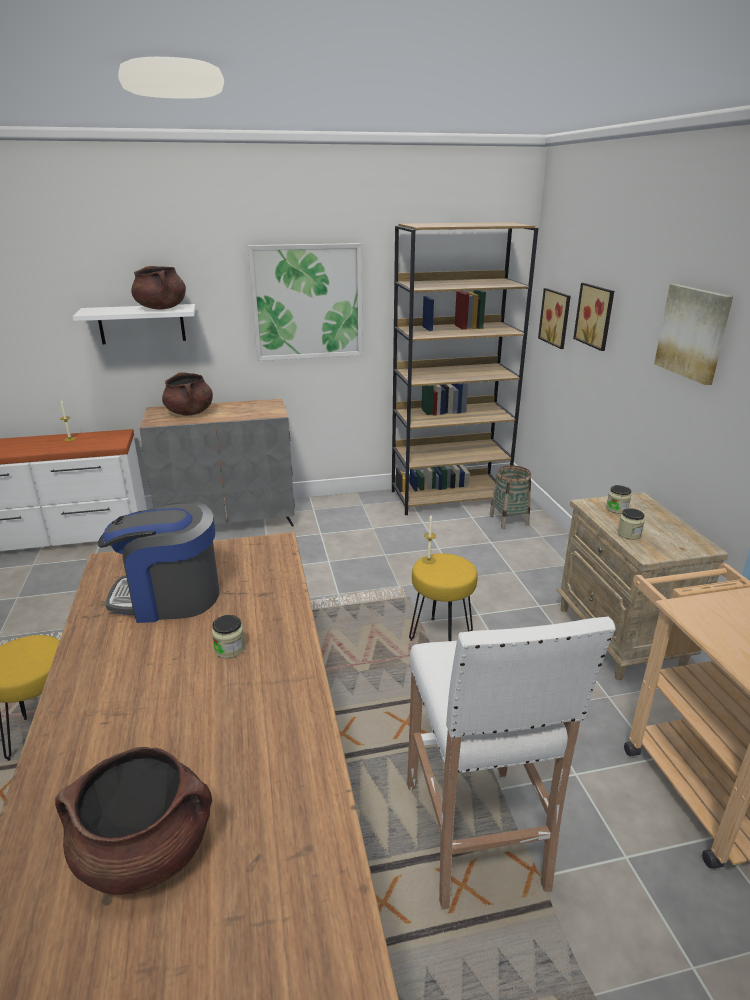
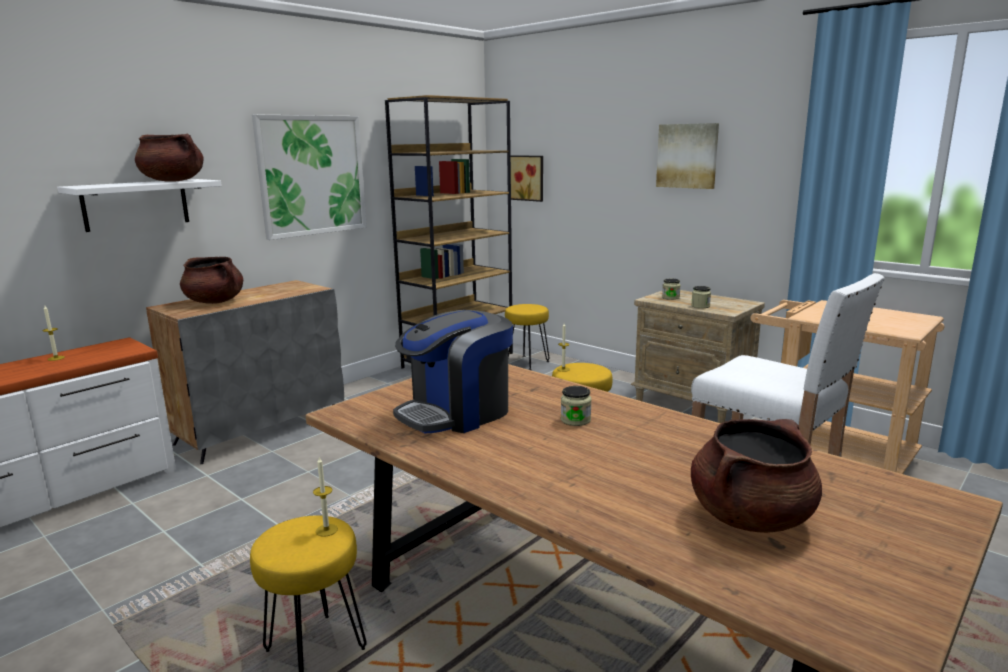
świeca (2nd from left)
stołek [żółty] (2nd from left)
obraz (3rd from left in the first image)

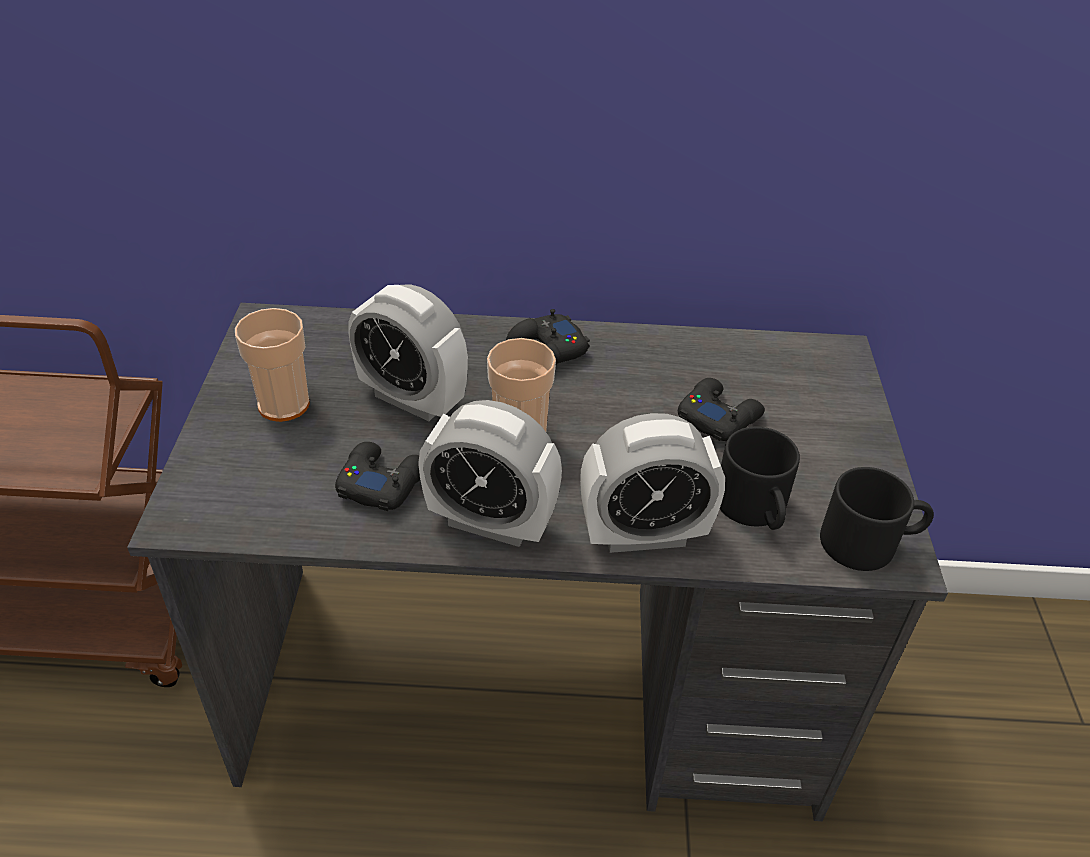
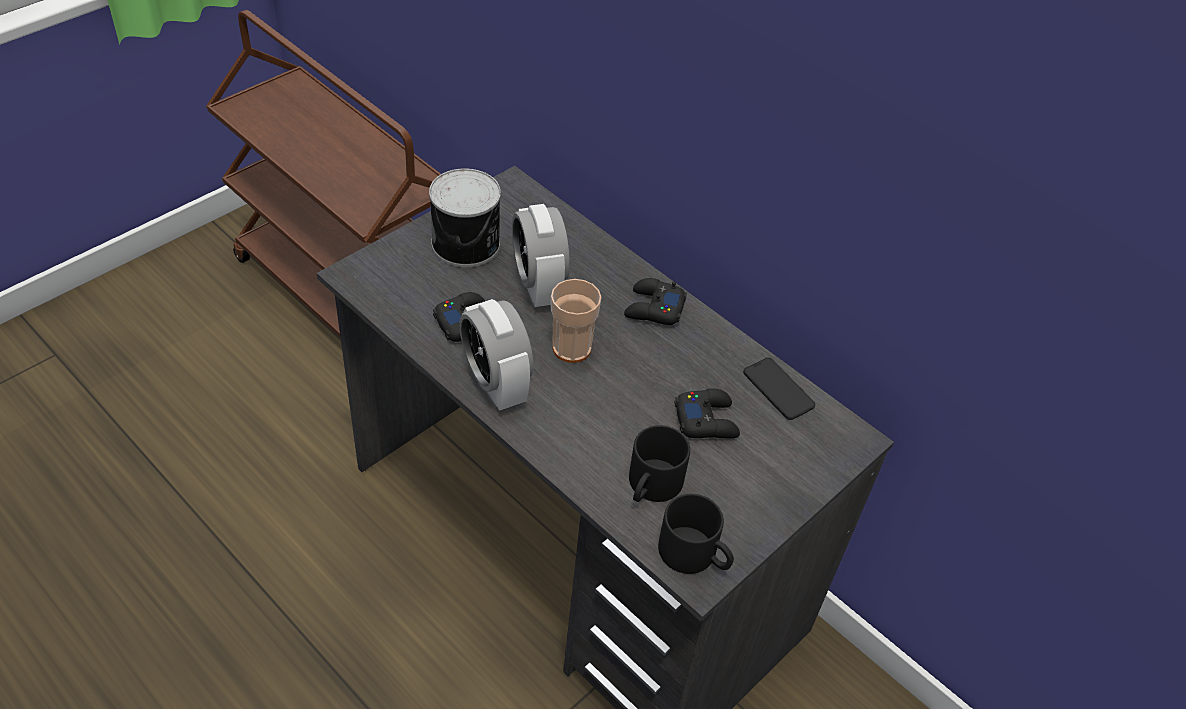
puszka
telefon
budzik (3rd from left in the first image)

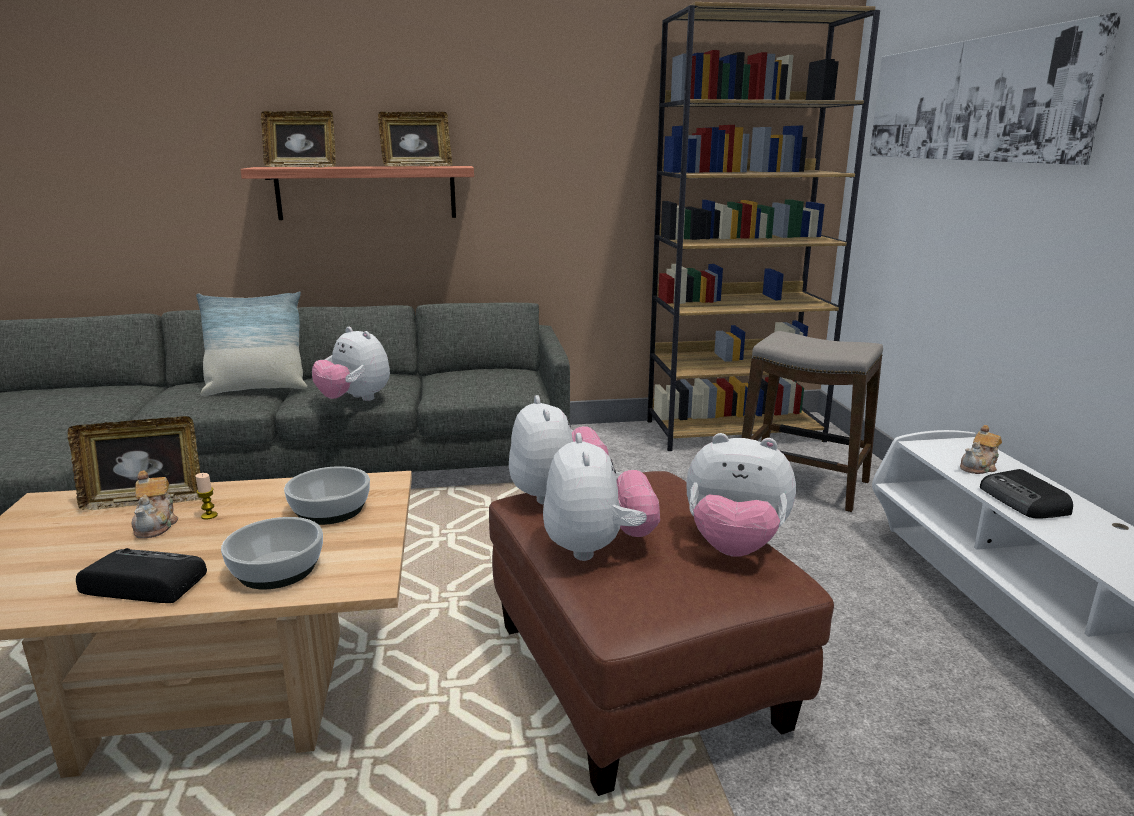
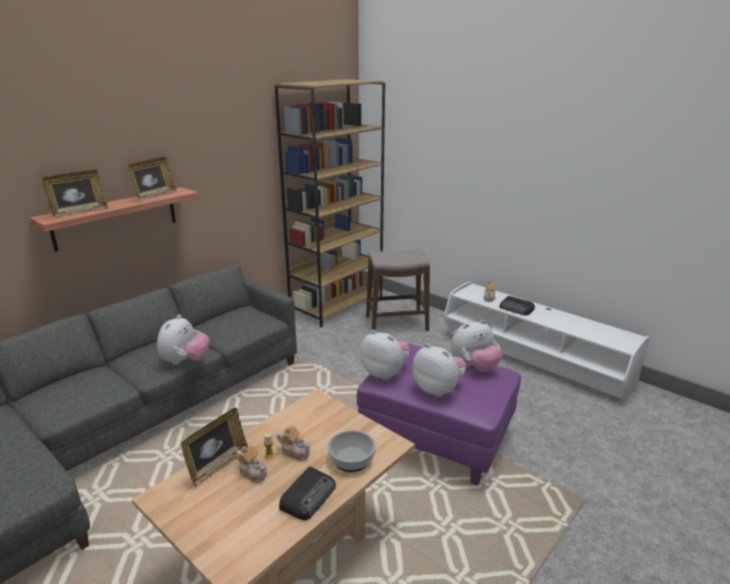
pluszak (1st from left)
imbryk (2nd from left)
radio (1st from left)
pufa [fioletowy]
poduszka
miska (2nd from left in the first image)
obraz

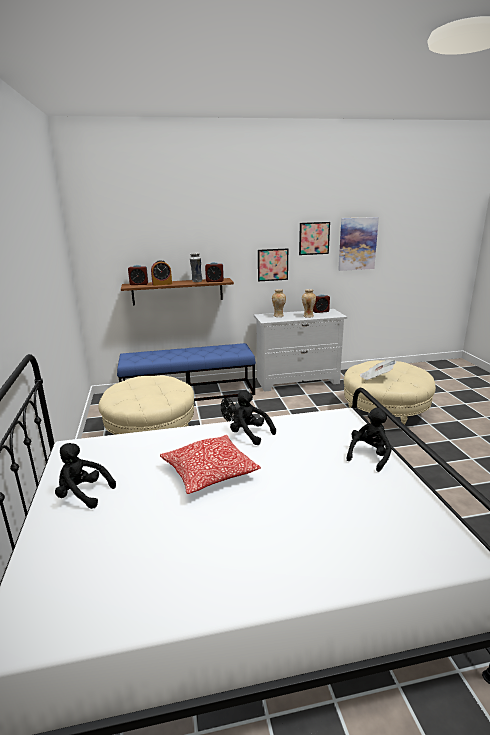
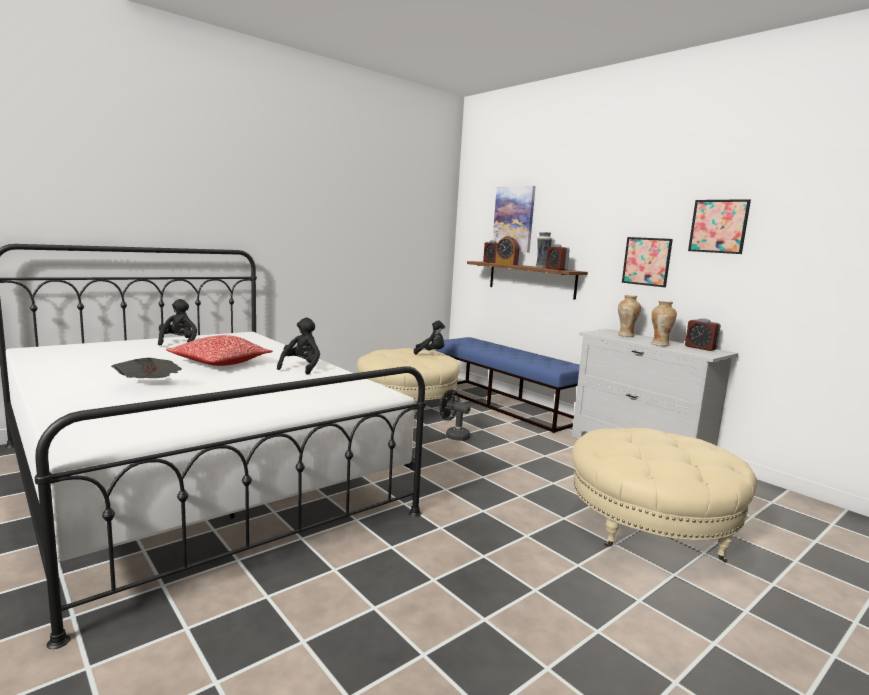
gazeta
pluszak [czarny] (3rd from left)
obraz (1st from left)

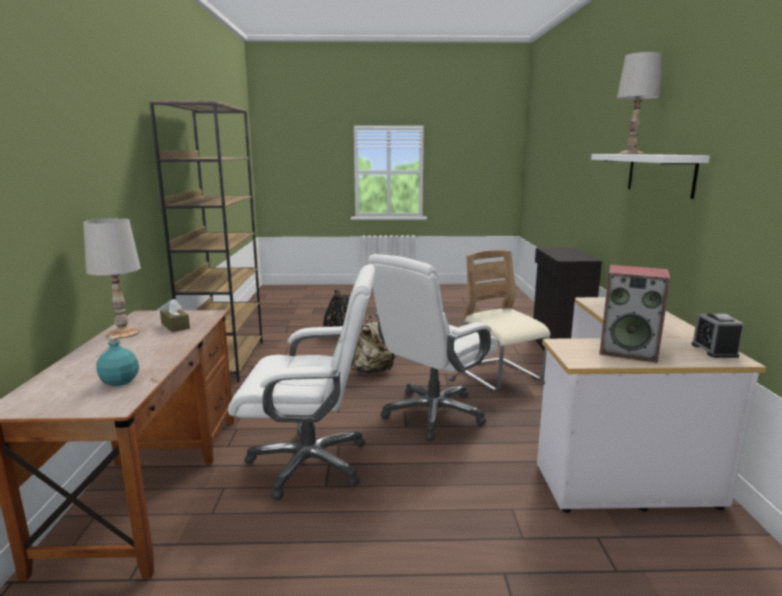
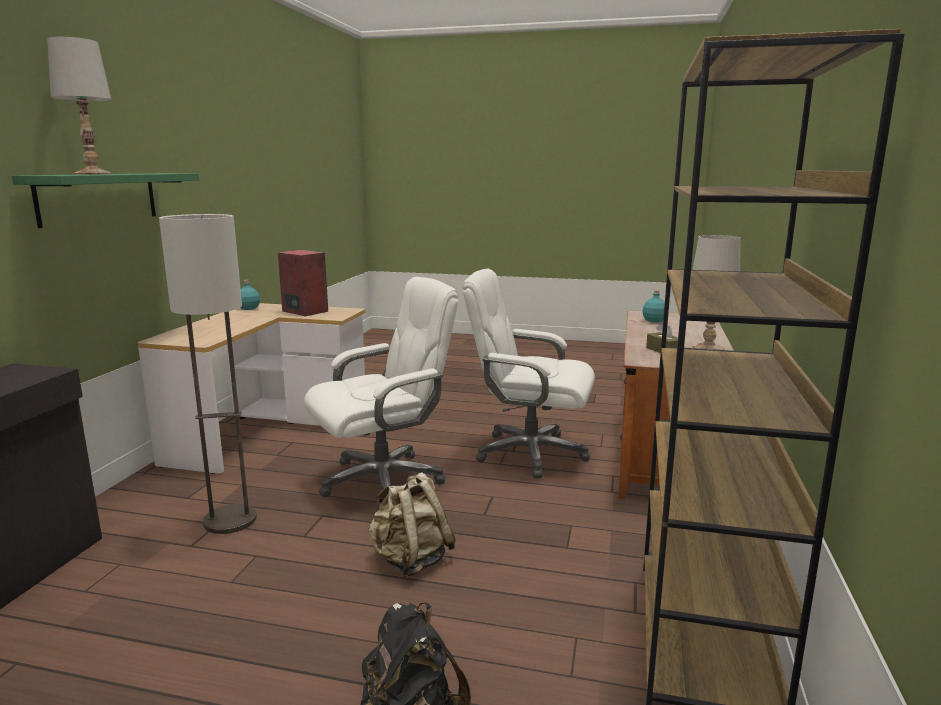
półka [zielony]
lampa stojąca
butelka [turkusowy] (1st from left)

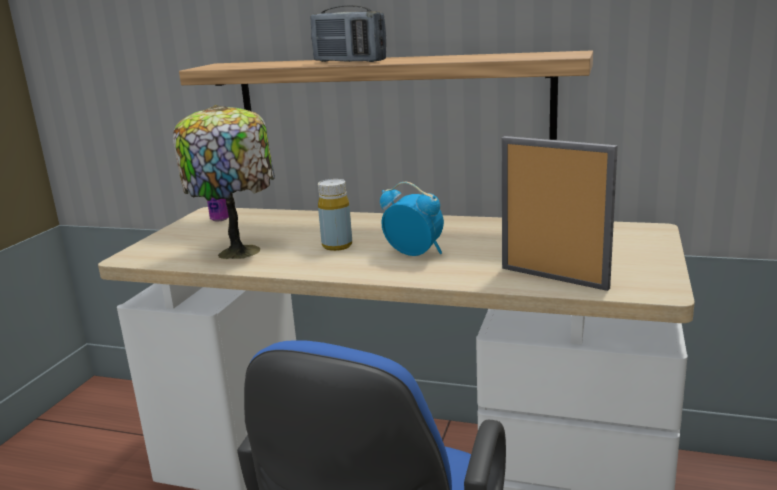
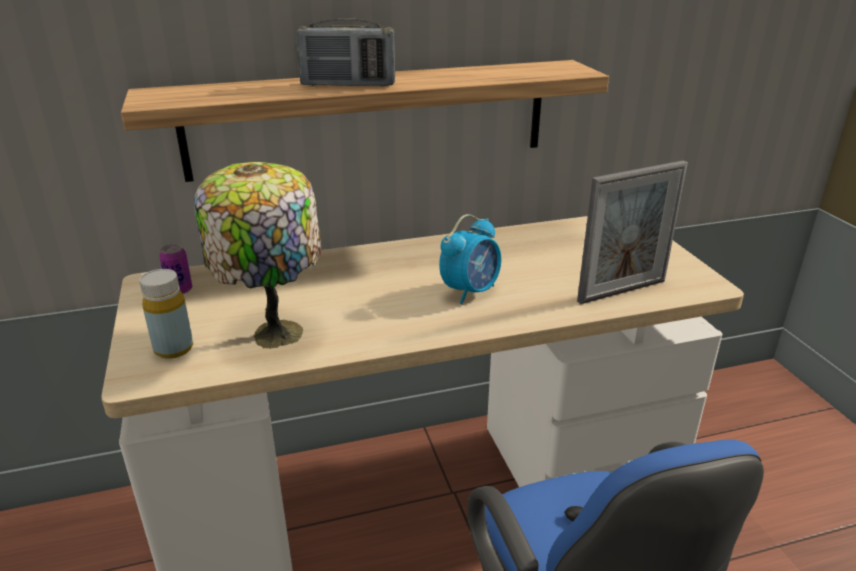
butelka [żółty]
budzik
ramka na zdjęcie

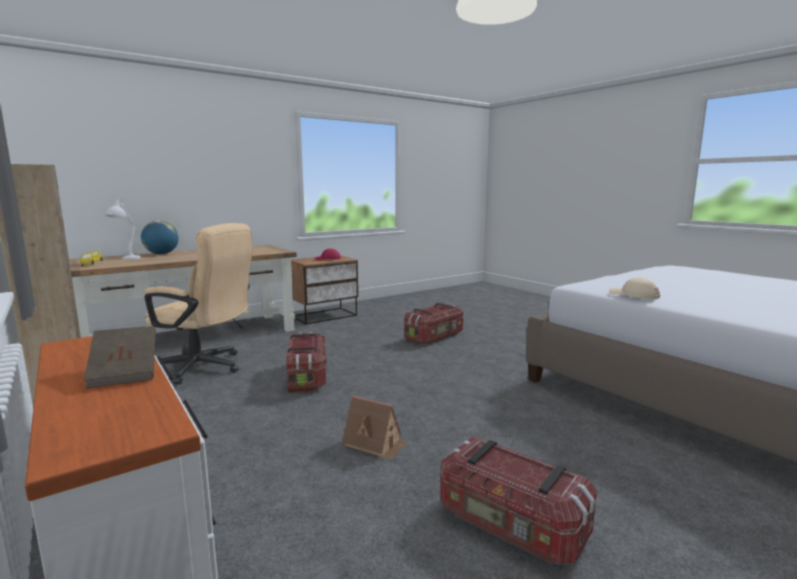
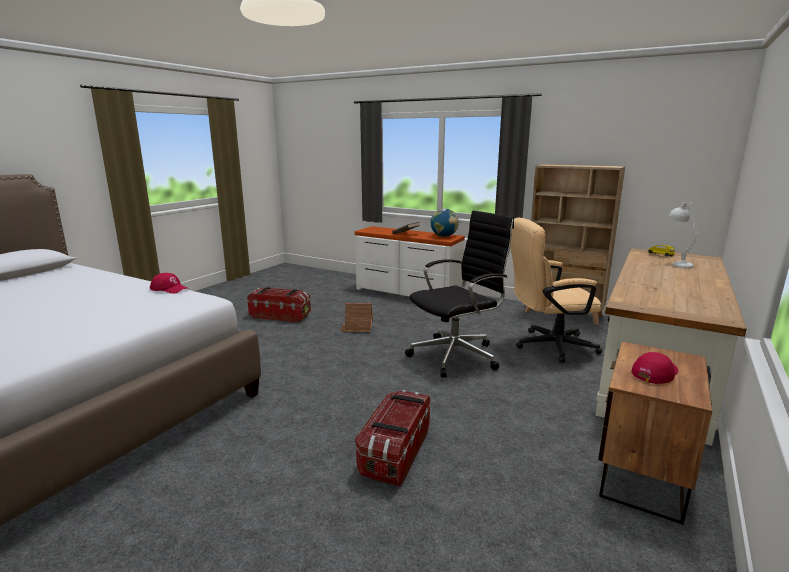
czapka z daszkiem [czerwony] (1st from left)
krzesło biurowe [czarny]
globus

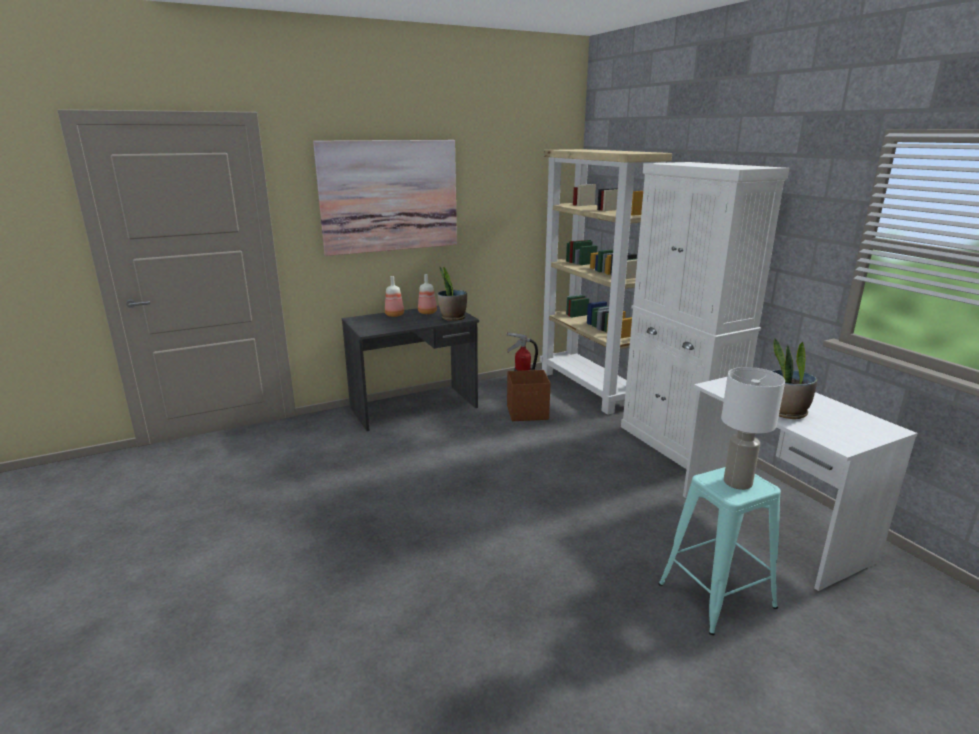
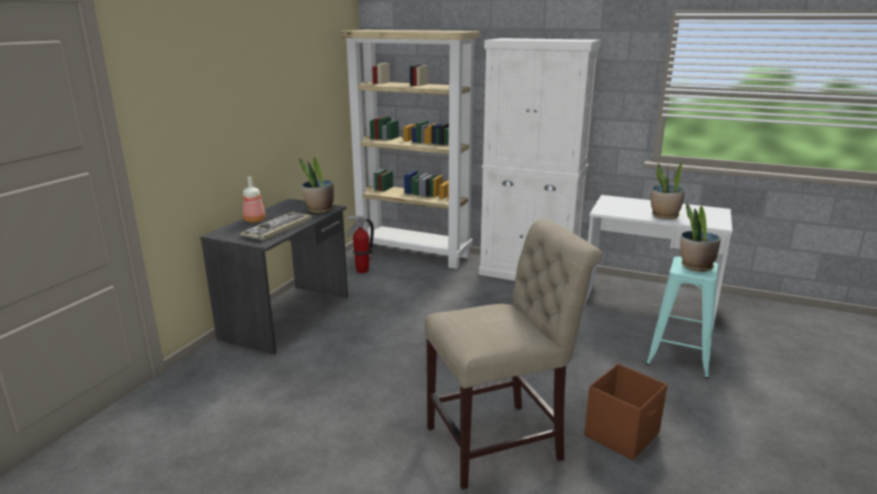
klawiatura
krzesło [beżowy]
pojemnik do przechowywania [brązowy]
roślina doniczkowa (3rd from left)
obraz
butelka (2nd from left in the first image)

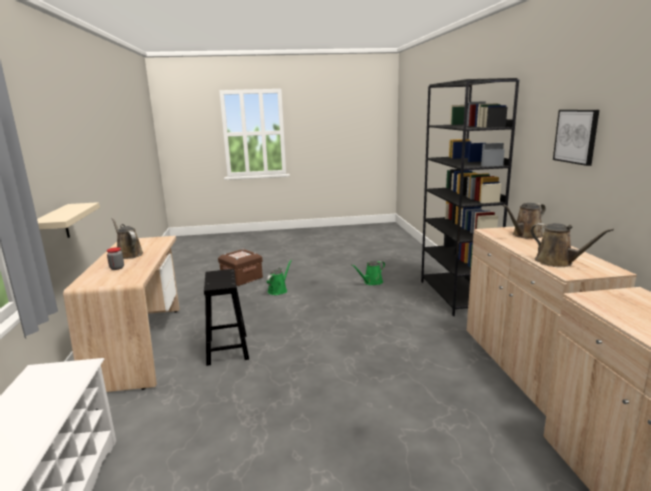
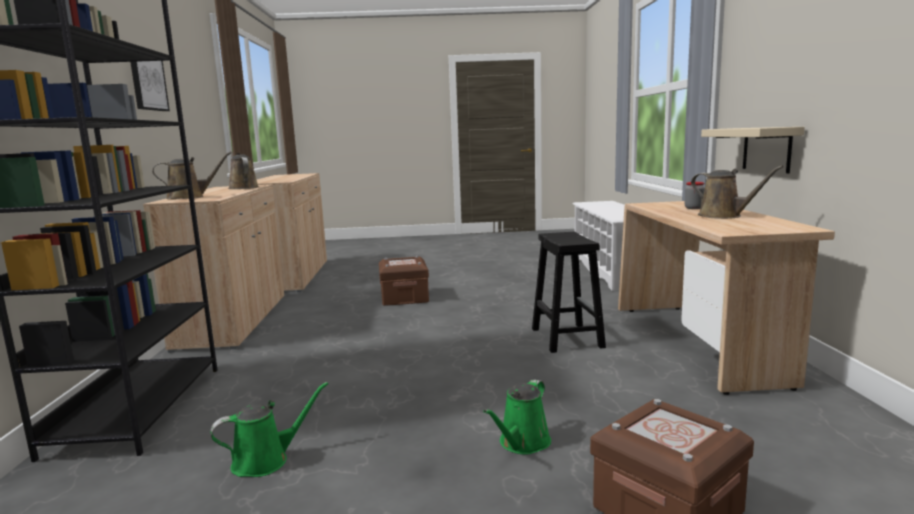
pojemnik do przechowywania [brązowy] (1st from left)

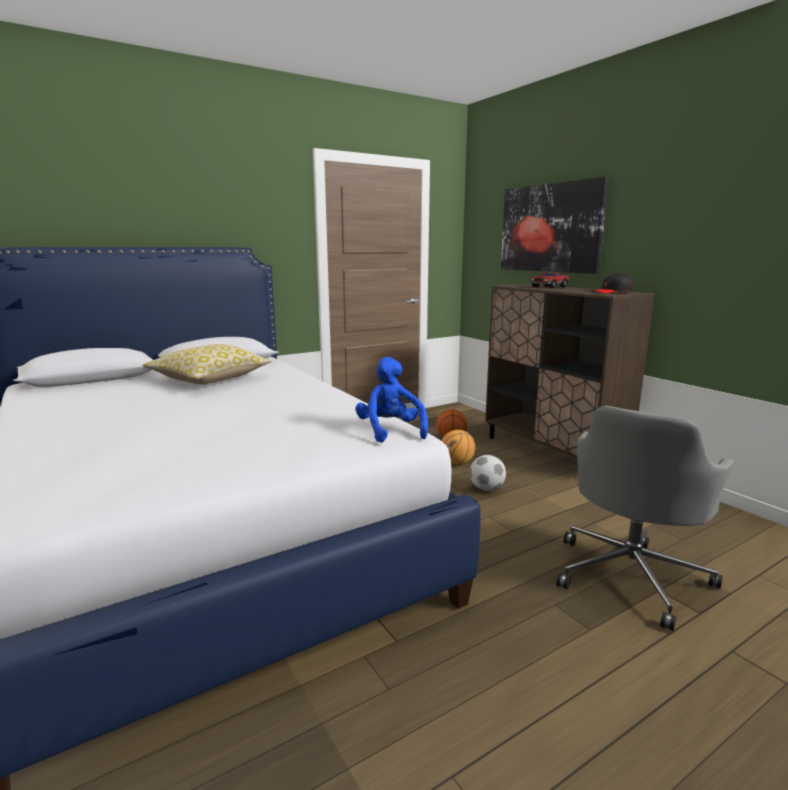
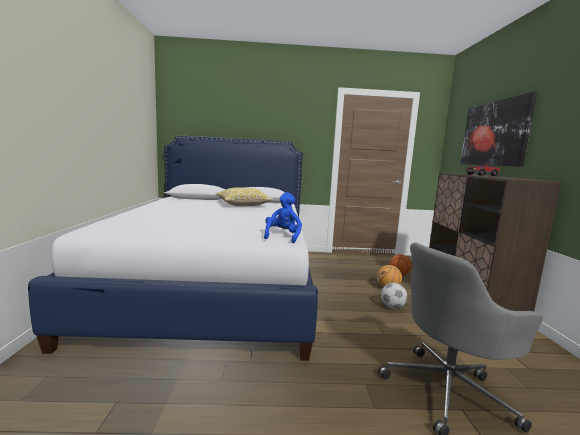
czapka z daszkiem [czarny]

